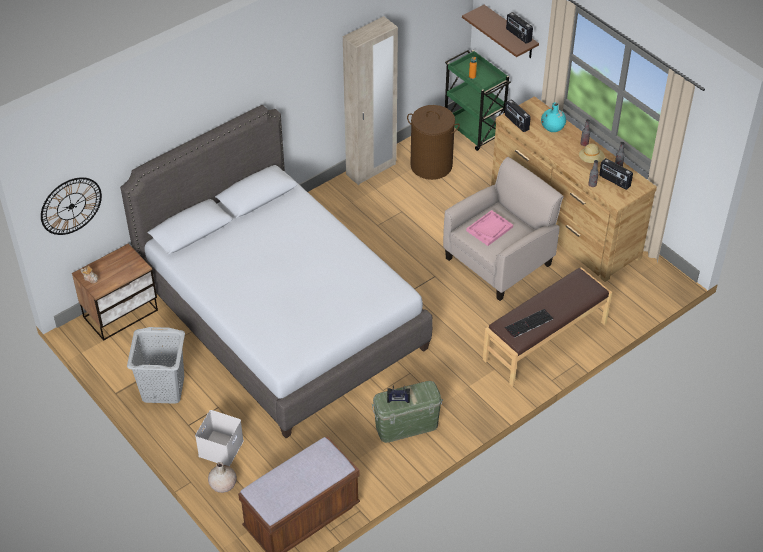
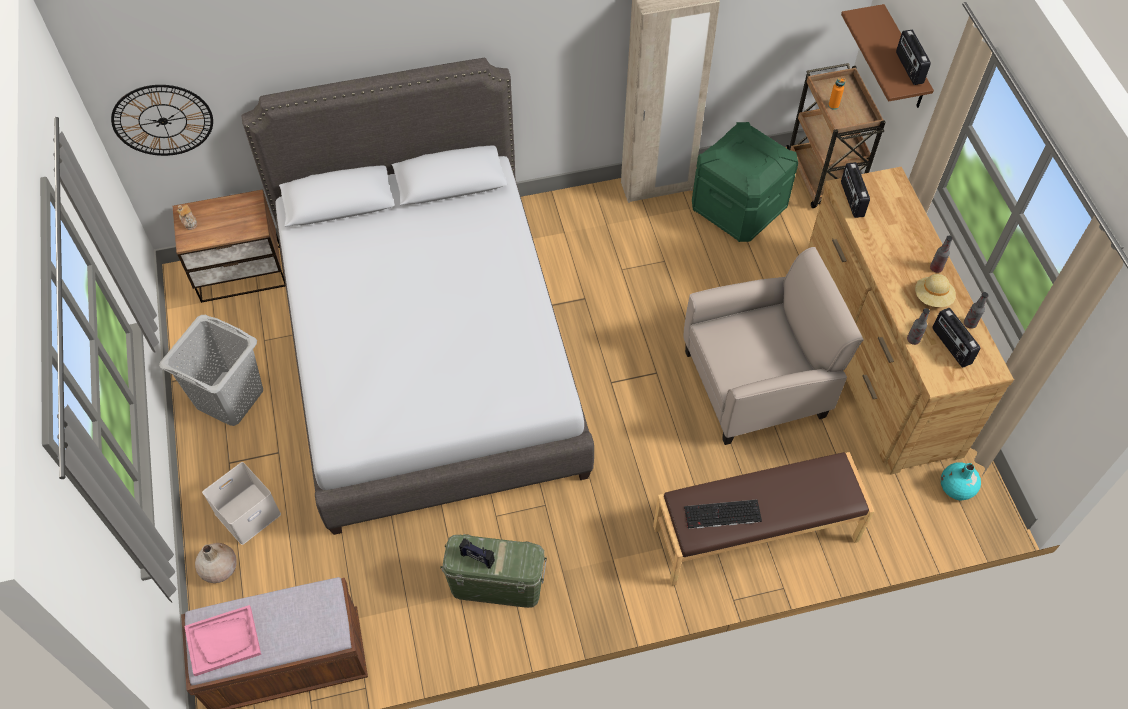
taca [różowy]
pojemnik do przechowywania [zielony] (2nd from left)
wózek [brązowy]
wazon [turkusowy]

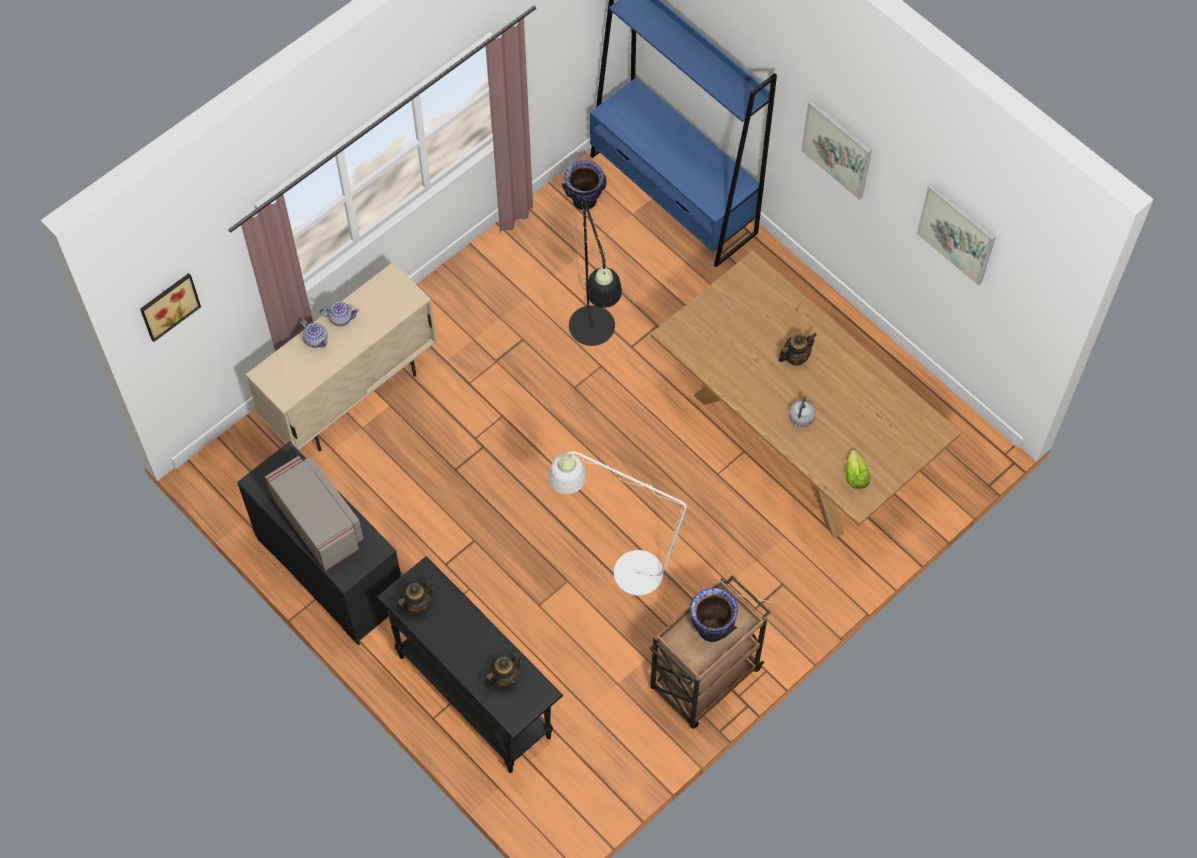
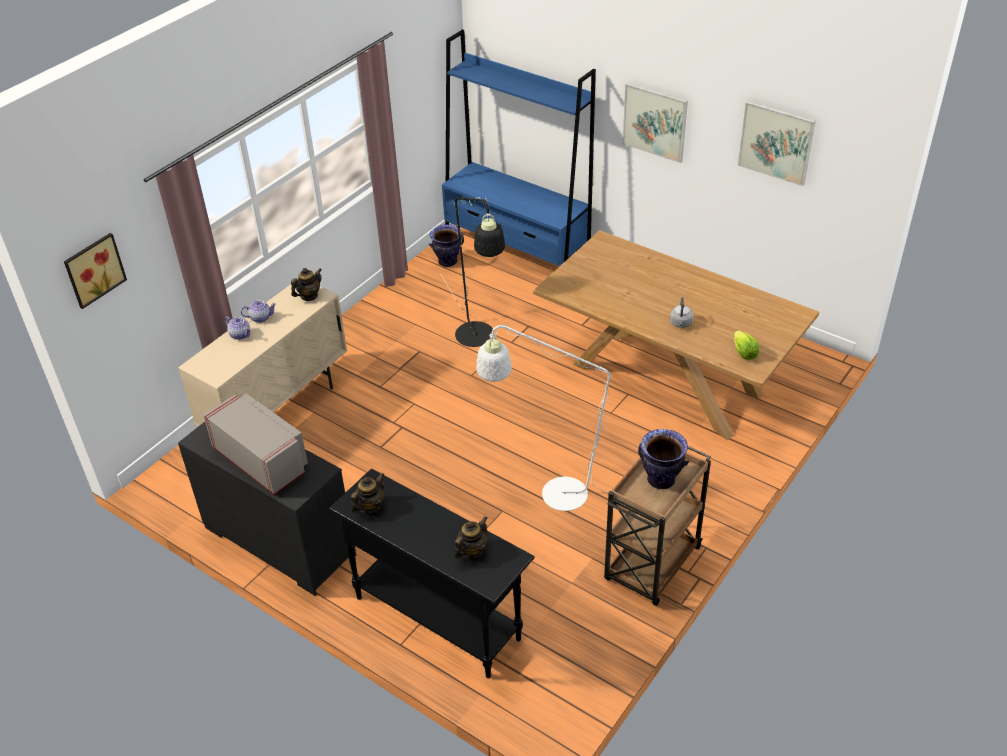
imbryk (3rd from left)

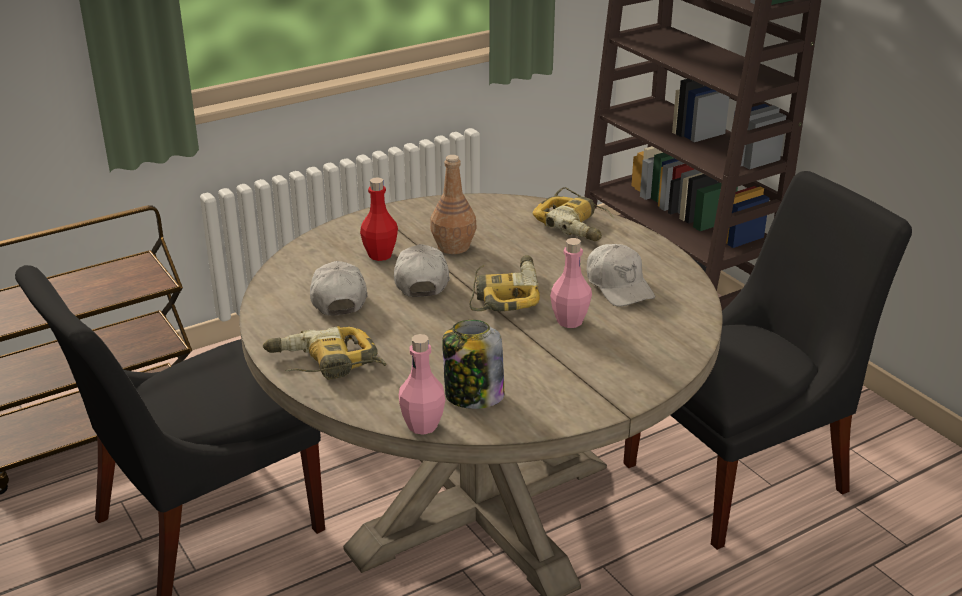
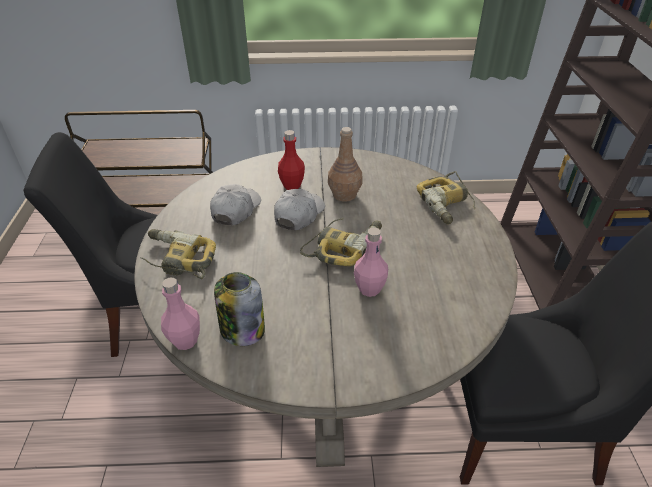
czapka z daszkiem [biały] (3rd from left in the first image)

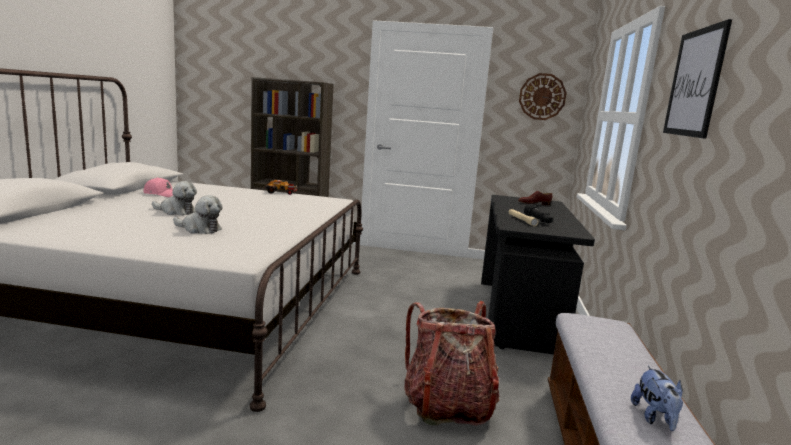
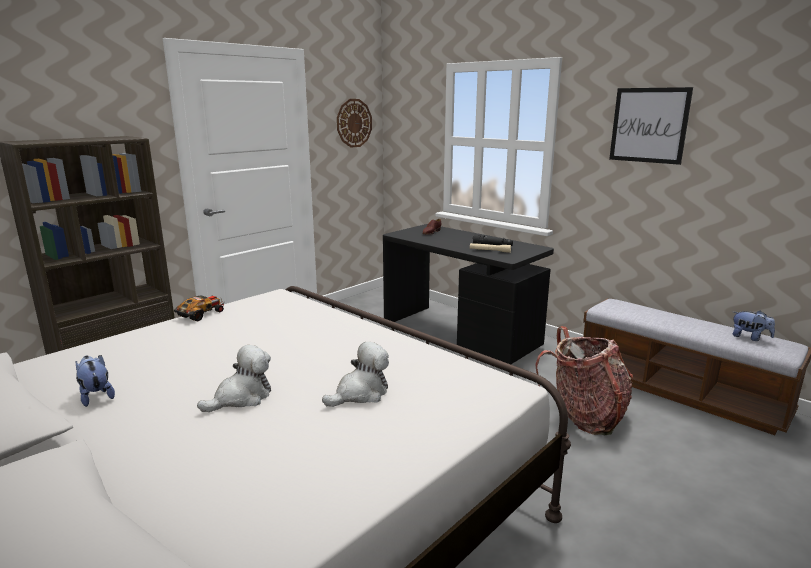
pluszak (1st from left)

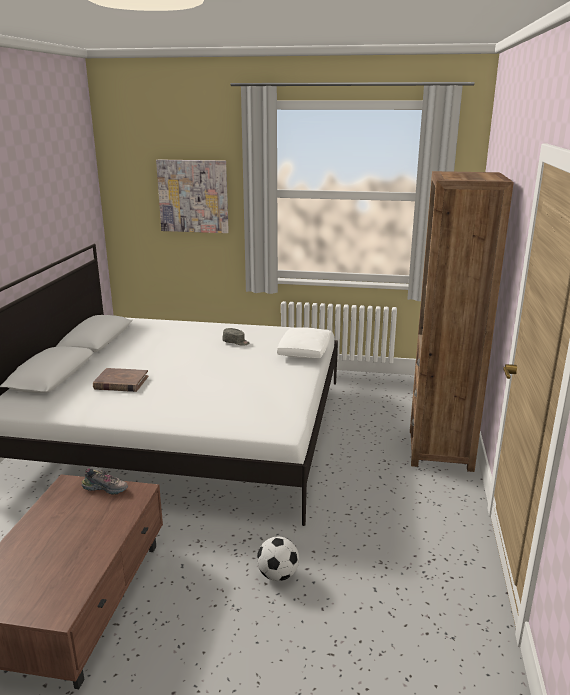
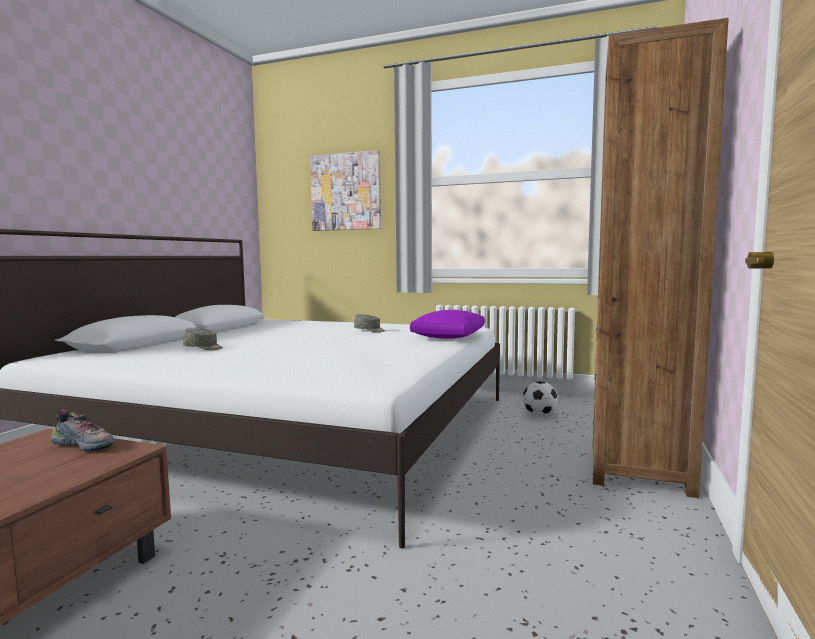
czapka z daszkiem [szary] (1st from left)
poduszka [fioletowy]
piłka futbolowa

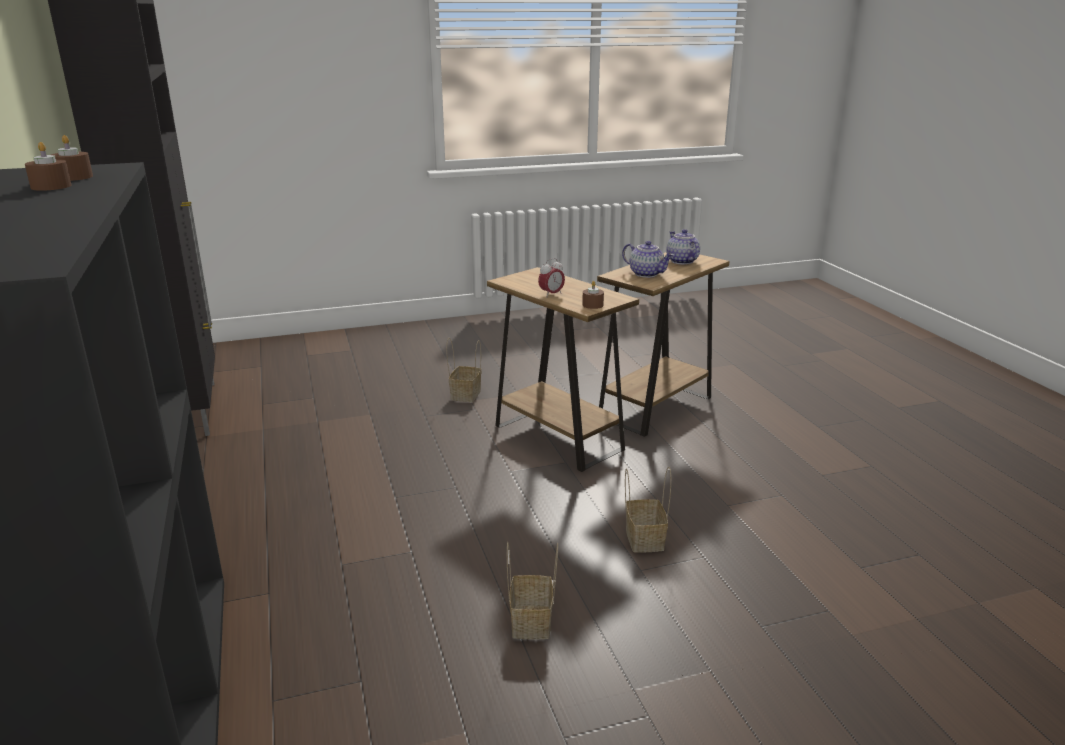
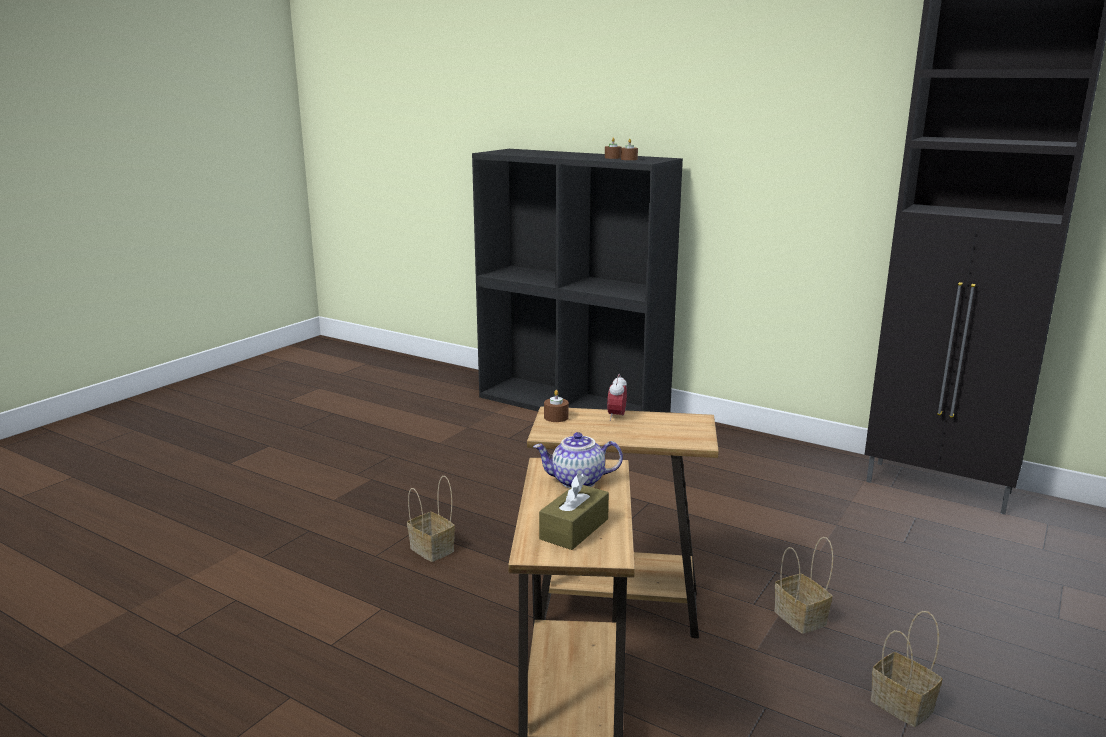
pudełko chusteczek [brązowy]
koszyk (3rd from left)

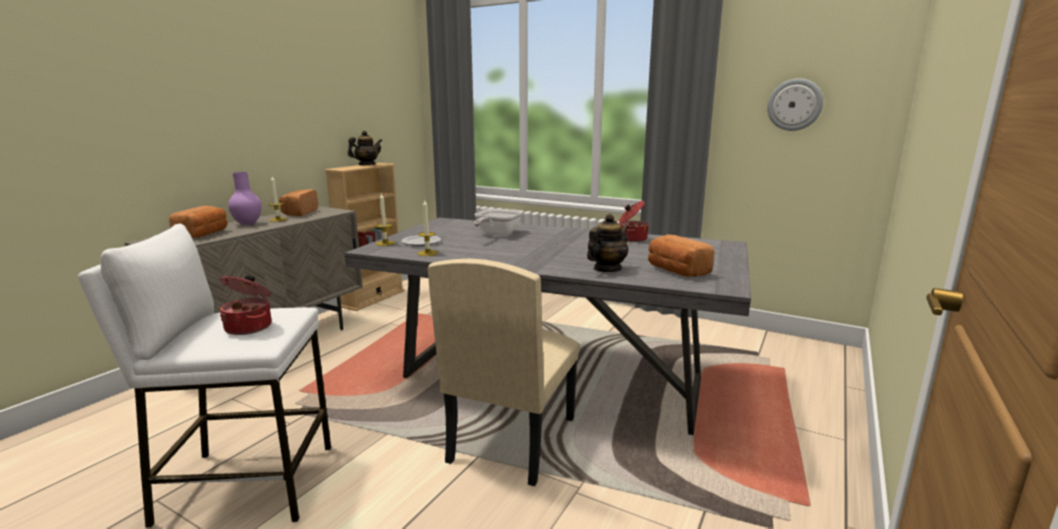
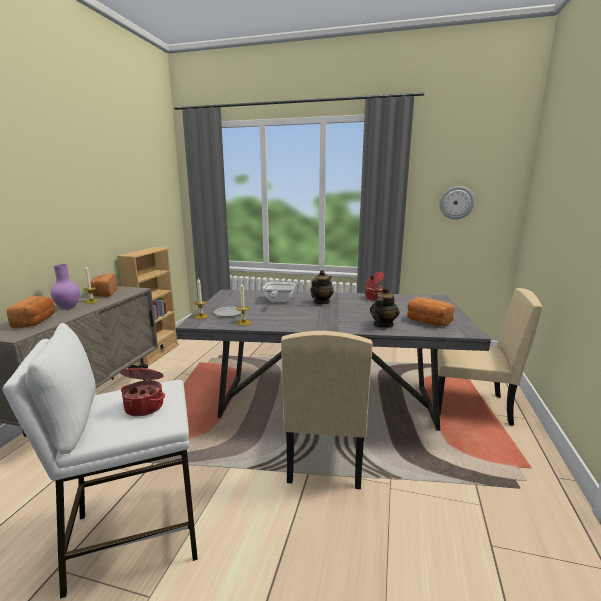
imbryk (1st from left)
krzesło [beżowy] (2nd from left)

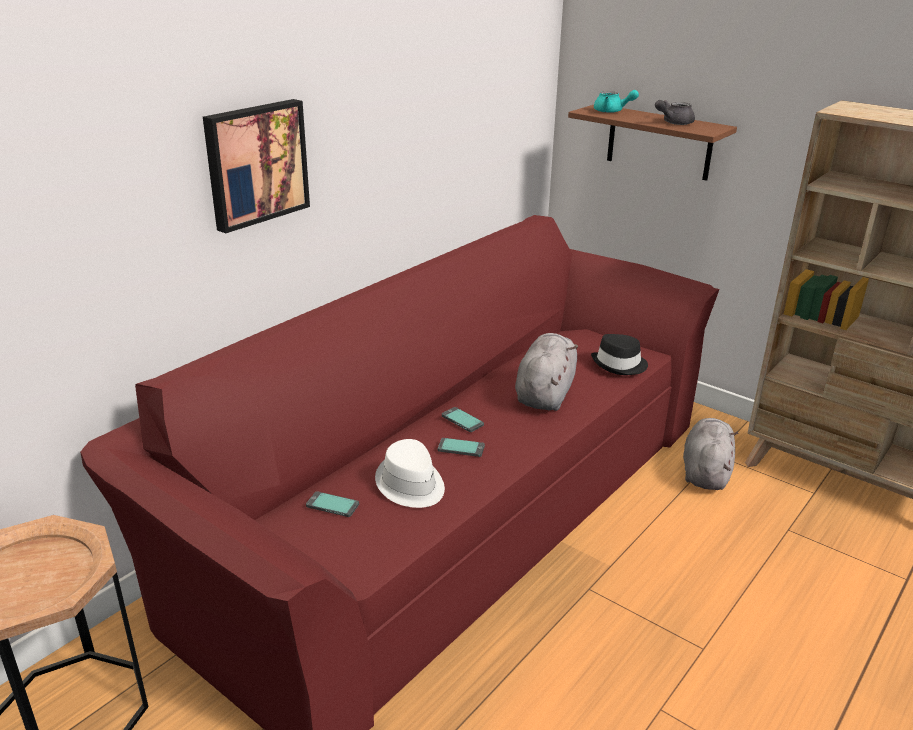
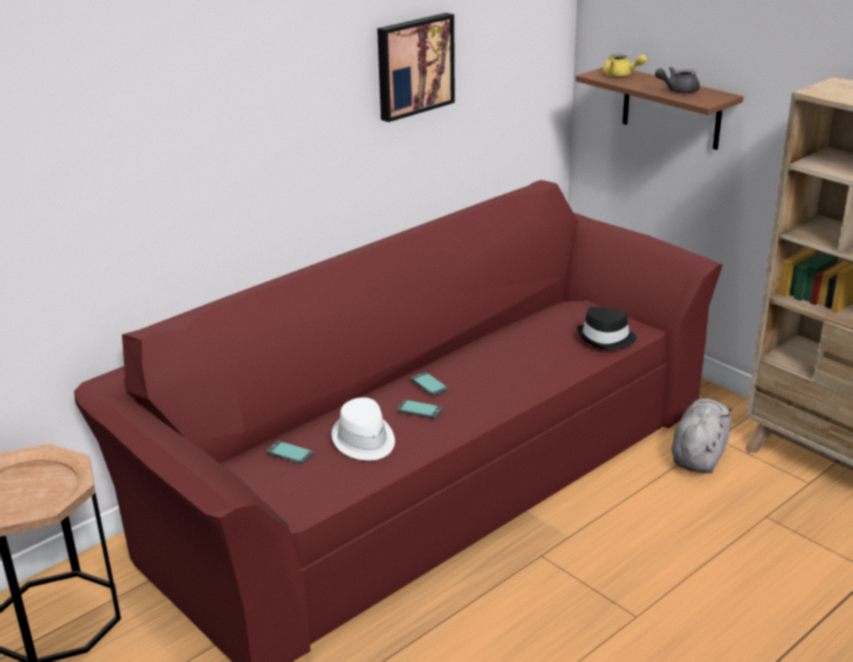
obraz
imbryk [żółty]
pluszak [szary] (1st from left in the first image)

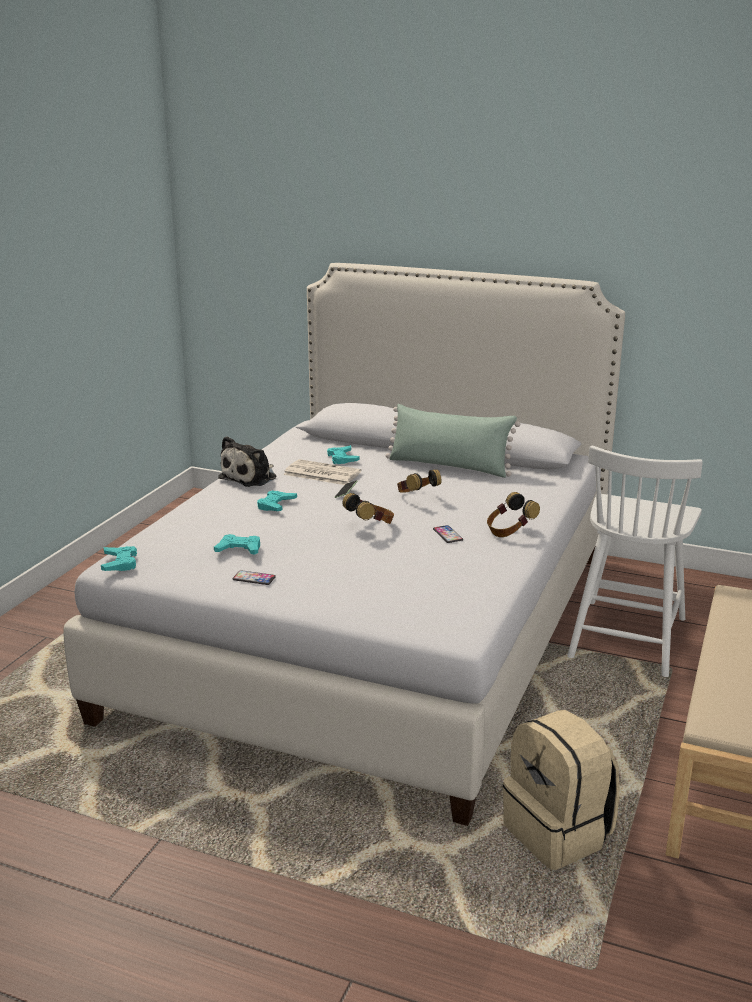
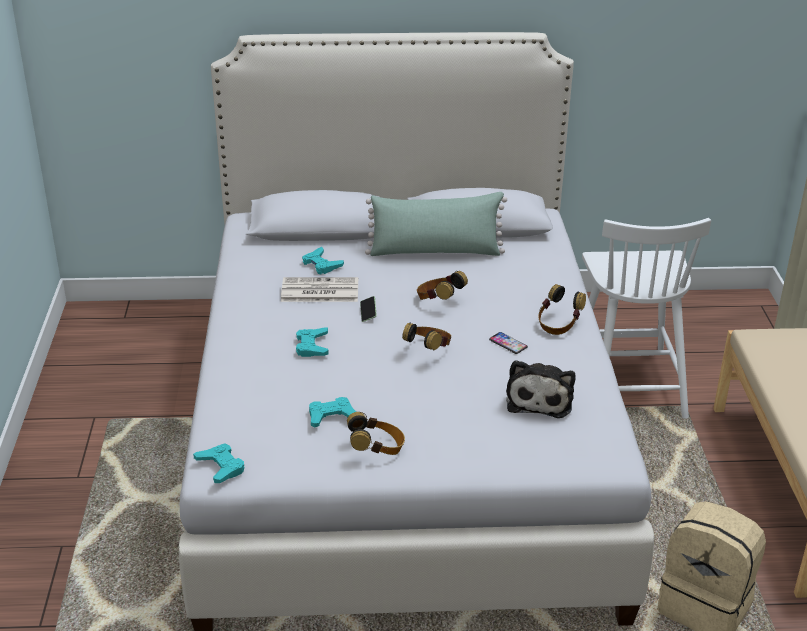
słuchawki (1st from left)
pluszak

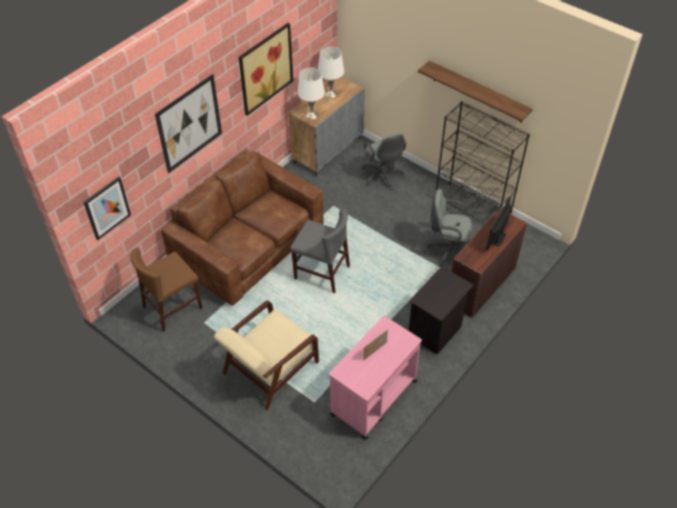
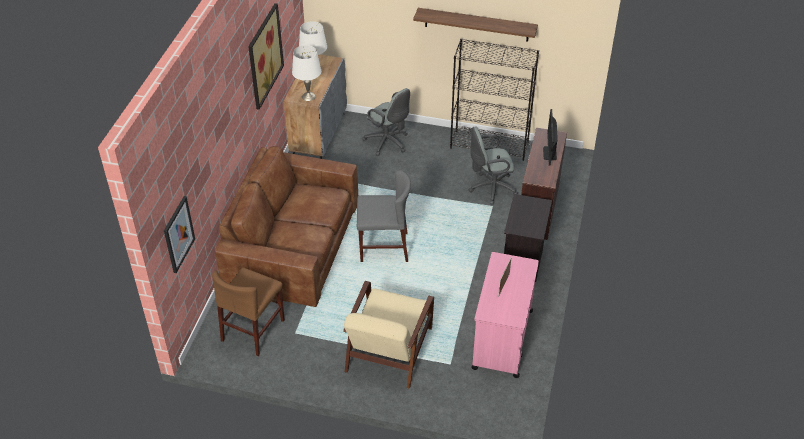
obraz (2nd from left in the first image)

